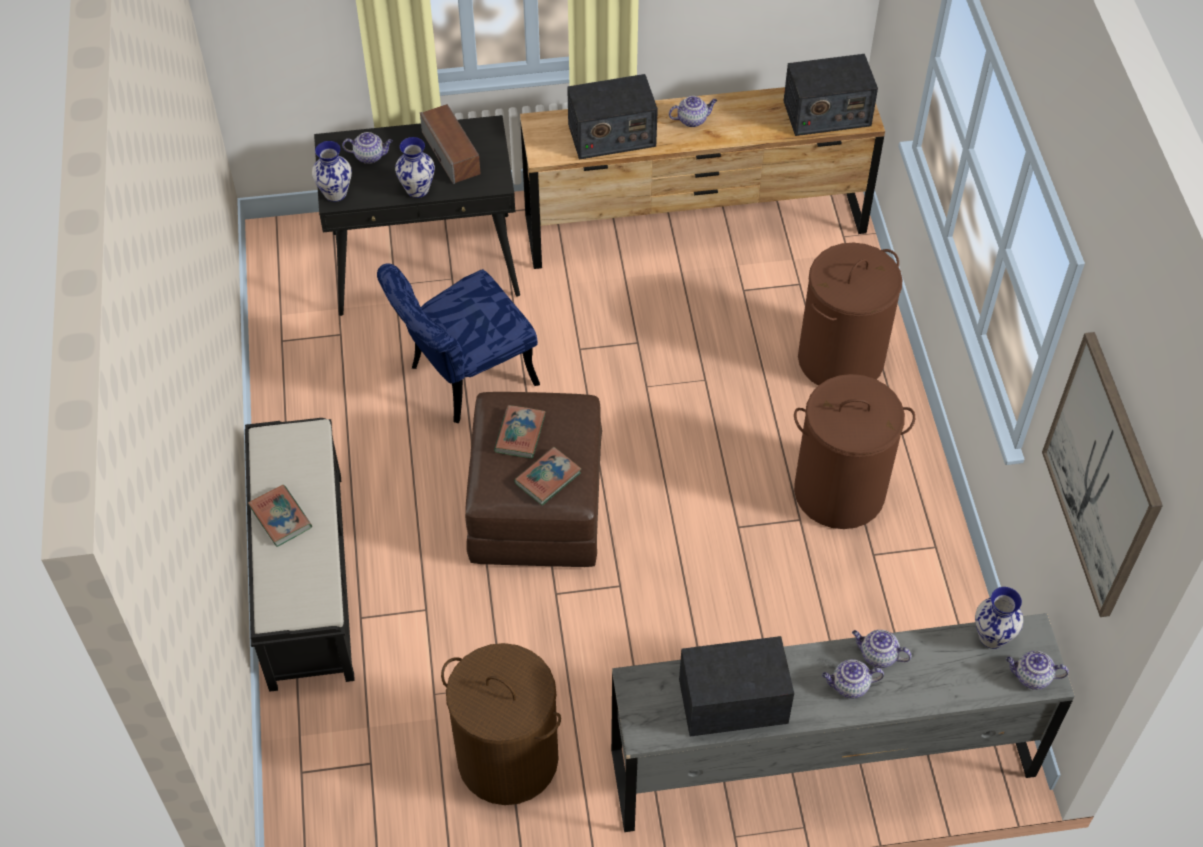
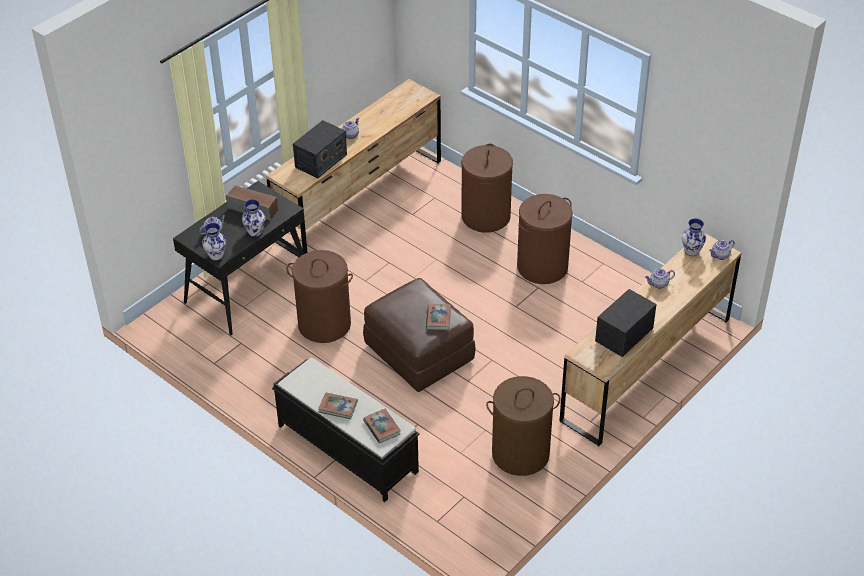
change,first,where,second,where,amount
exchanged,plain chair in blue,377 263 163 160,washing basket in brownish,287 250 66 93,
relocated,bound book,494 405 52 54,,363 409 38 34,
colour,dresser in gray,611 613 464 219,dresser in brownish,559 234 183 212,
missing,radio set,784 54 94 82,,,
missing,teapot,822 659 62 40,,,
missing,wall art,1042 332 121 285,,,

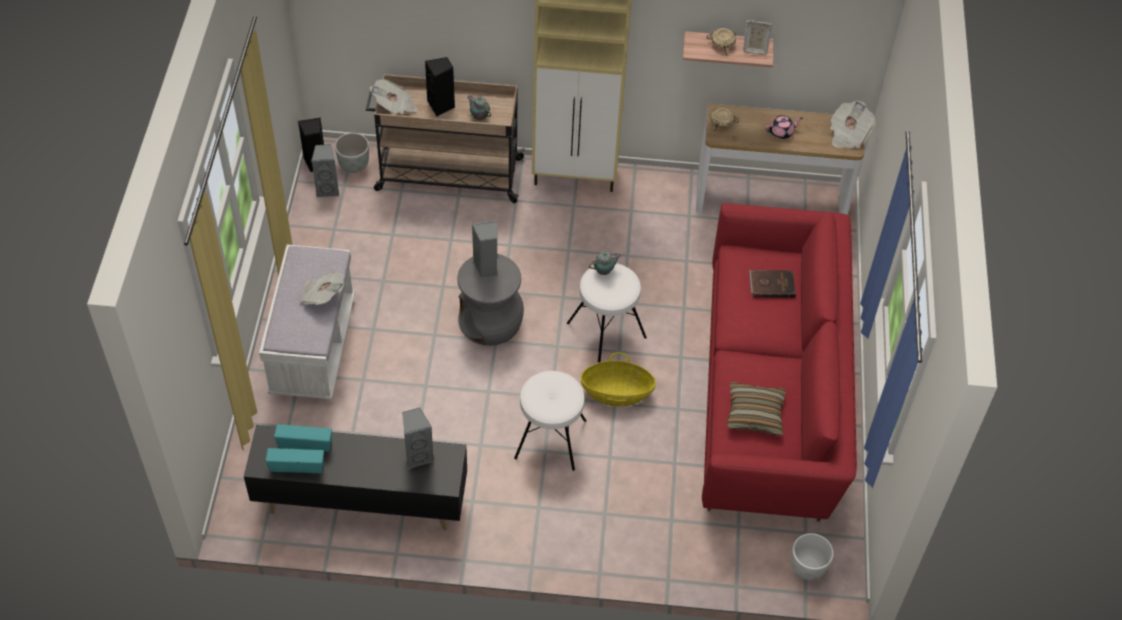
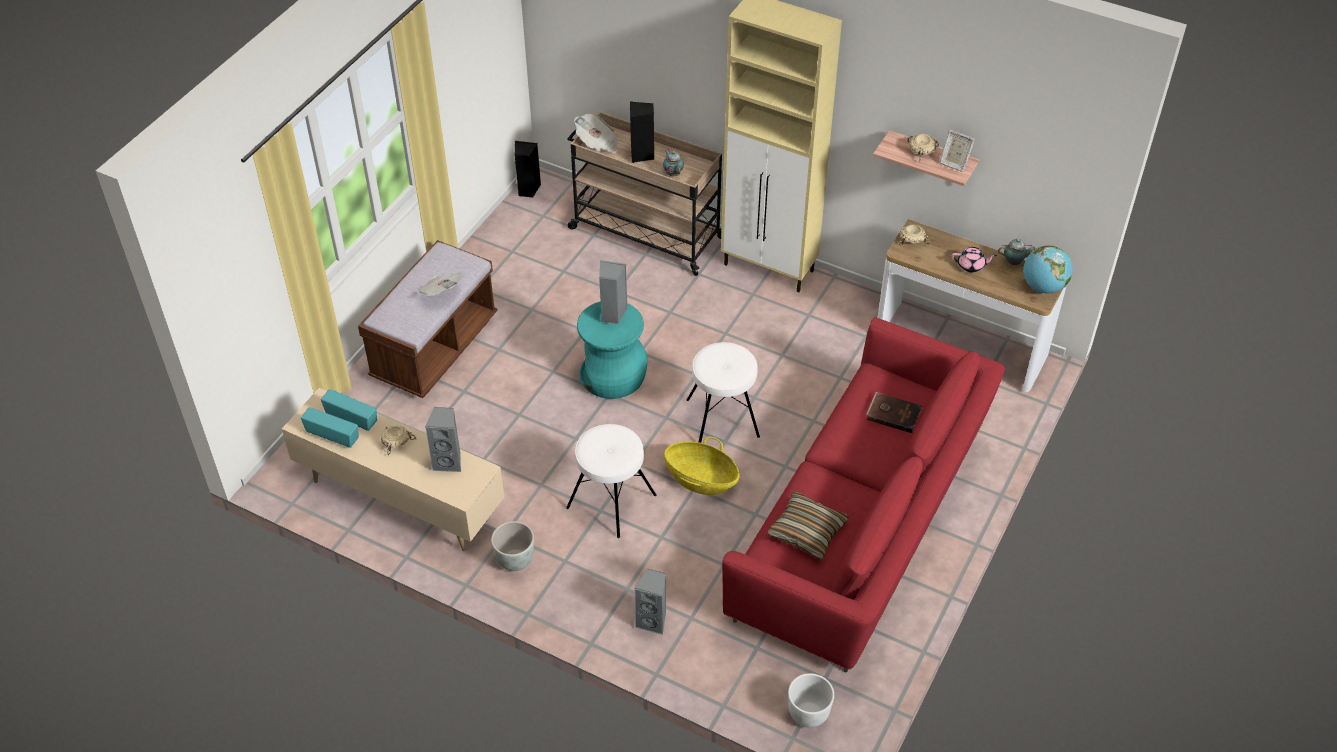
change,first,where,second,where,amount
colour,tv stand in blackish,244 425 223 105,tv stand in beige,282 388 222 163,
colour,bench in white-coloured,259 245 96 154,bench in brownish,358 240 139 158,
relocated,speaker in gray,311 144 28 54,,634 568 32 67,
relocated,planter in gray,335 133 34 40,,491 521 43 50,
colour,stool in gray,457 254 67 92,stool in blue-green,577 301 70 98,
relocated,teapot,589 251 33 24,,998 239 38 26,
exchanged,daily paper,830 101 45 48,globe,1023 245 49 48,
appeared,,,bowl in beige,381 425 36 31,

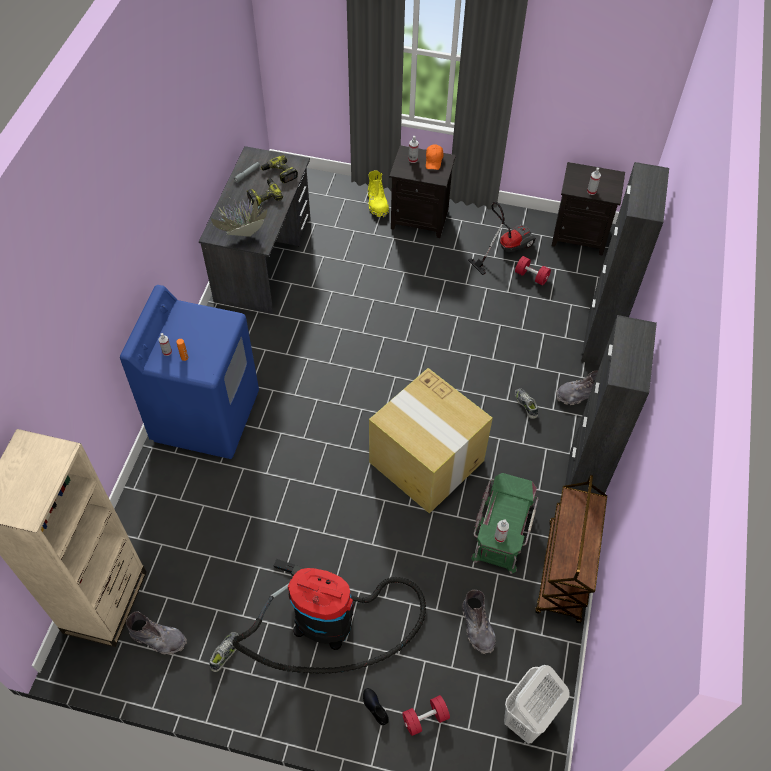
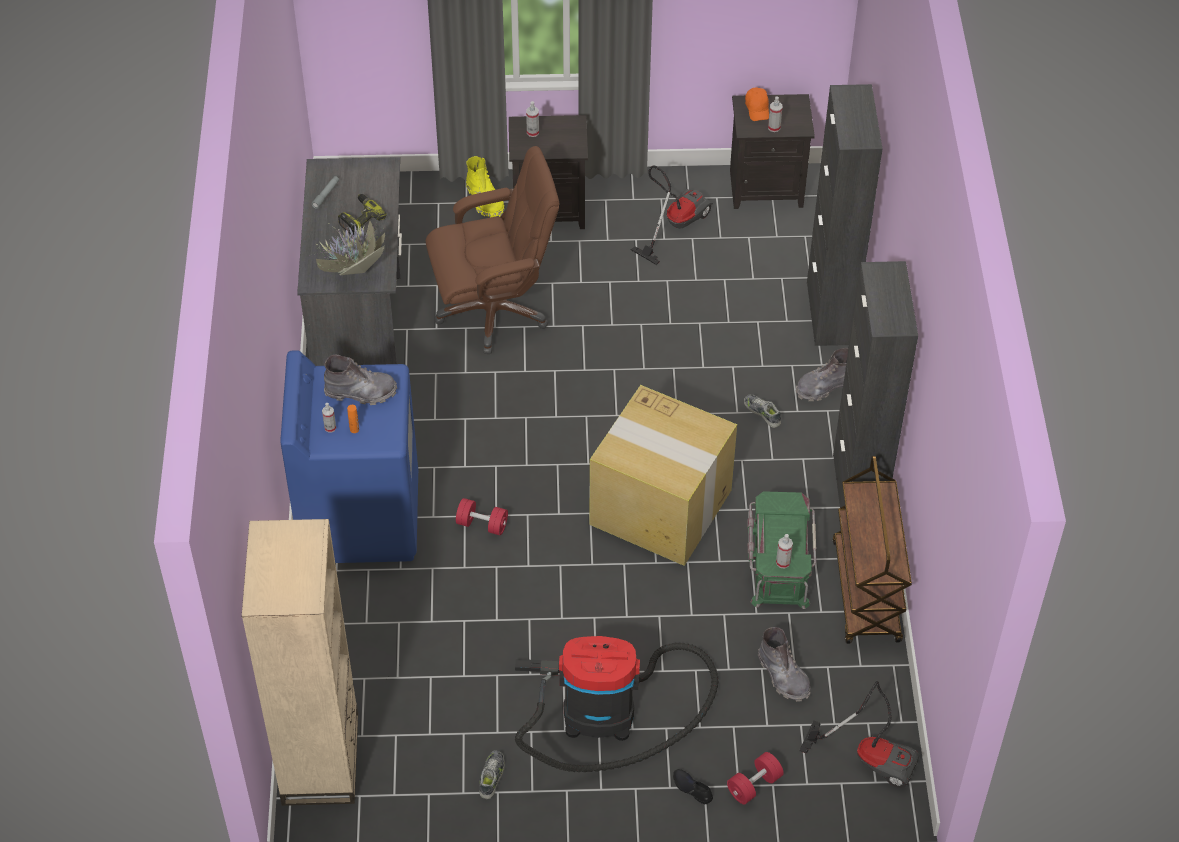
change,first,where,second,where,amount
relocated,high-top boot in gray,126 612 61 43,,324 355 73 50,
missing,drill,261 155 37 28,,,
relocated,cap in orange,426 144 17 26,,745 87 24 34,
exchanged,washing basket in white-coloured,504 665 66 79,vacuum cleaner,799 681 120 107,
relocated,hand weight in reddish,515 256 36 29,,456 498 52 37,
appeared,,,desk chair in brownish,426 146 133 208,

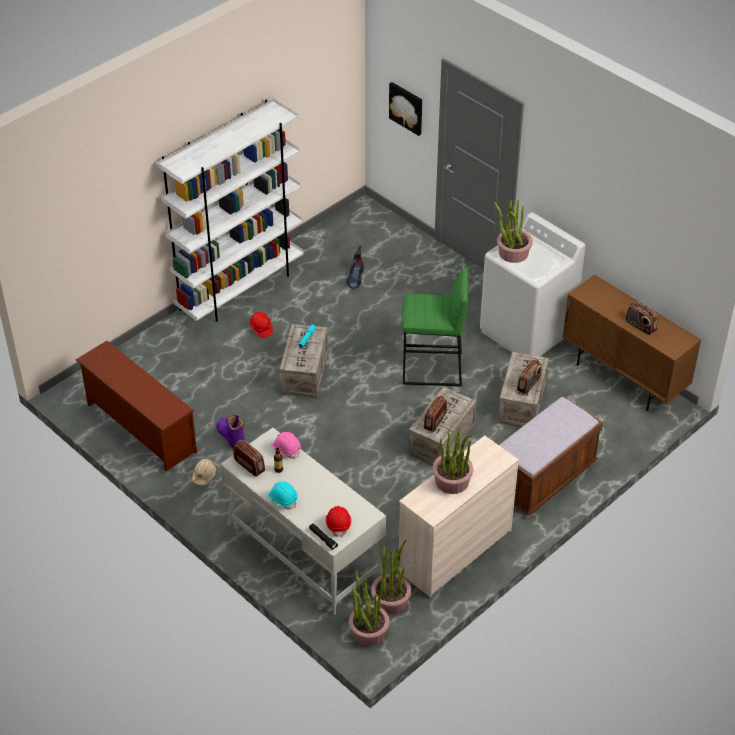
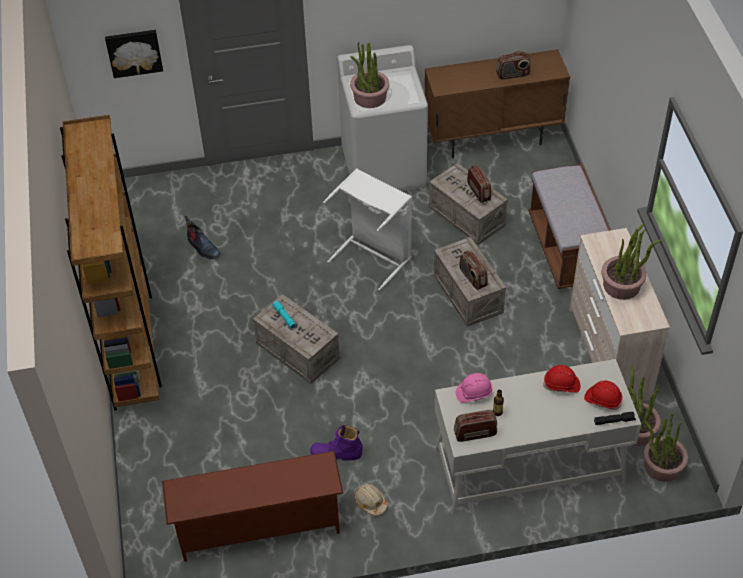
change,first,where,second,where,amount
colour,bookcase in white-coloured,157 98 147 224,bookcase in brownish,60 115 102 296,
relocated,safety helmet in reddish,249 312 24 26,,543 365 37 28,
missing,safety helmet in blue-green,268 482 30 28,,,
exchanged,stool in greenish,402 268 66 118,washing basket in white-coloured,323 168 89 122,

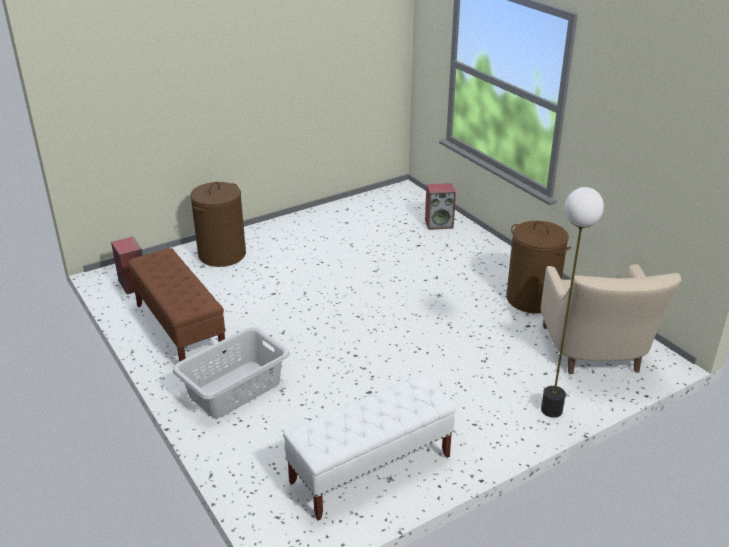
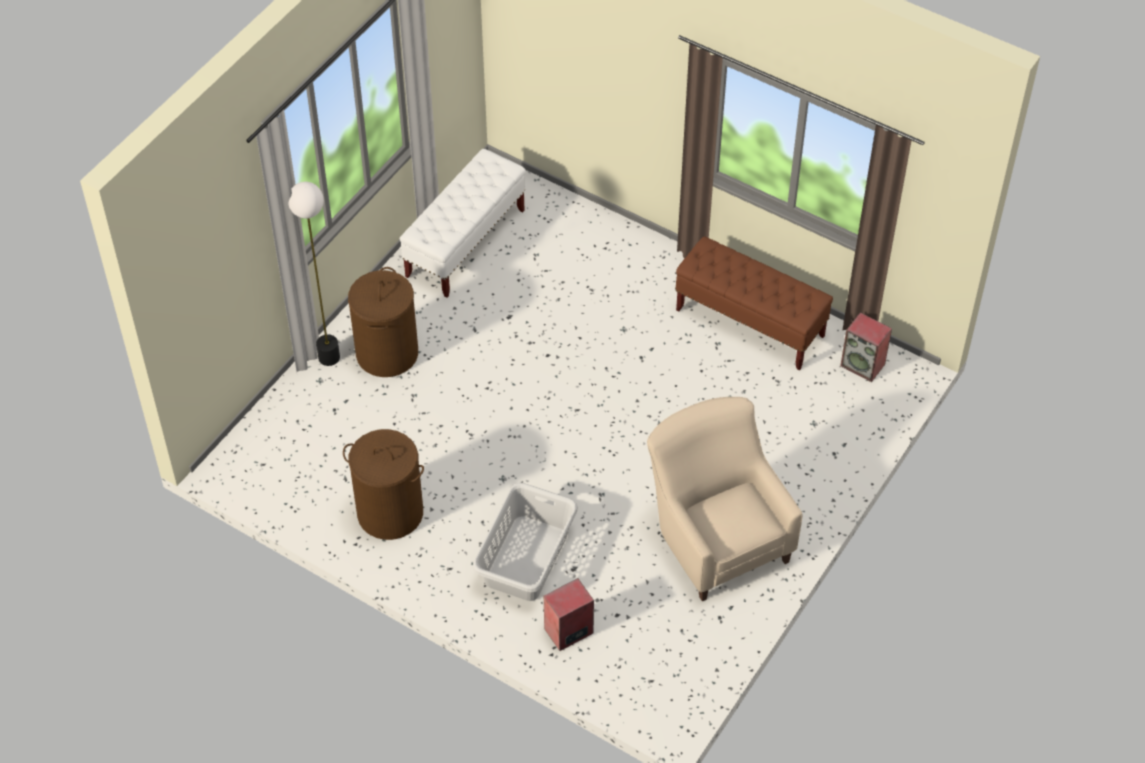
change,first,where,second,where,amount
relocated,washing basket in gray,173 327 117 91,,472 483 106 118,
relocated,washing basket in brownish,190 182 56 85,,348 267 70 110,
relocated,armchair in beige,541 264 141 110,,647 397 156 204,

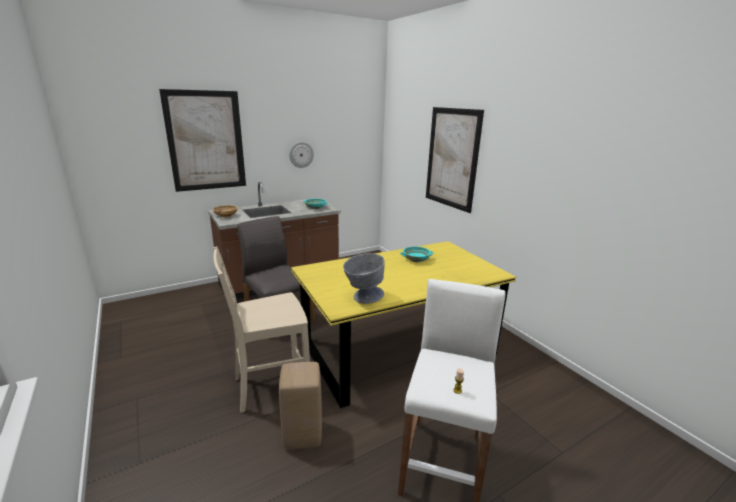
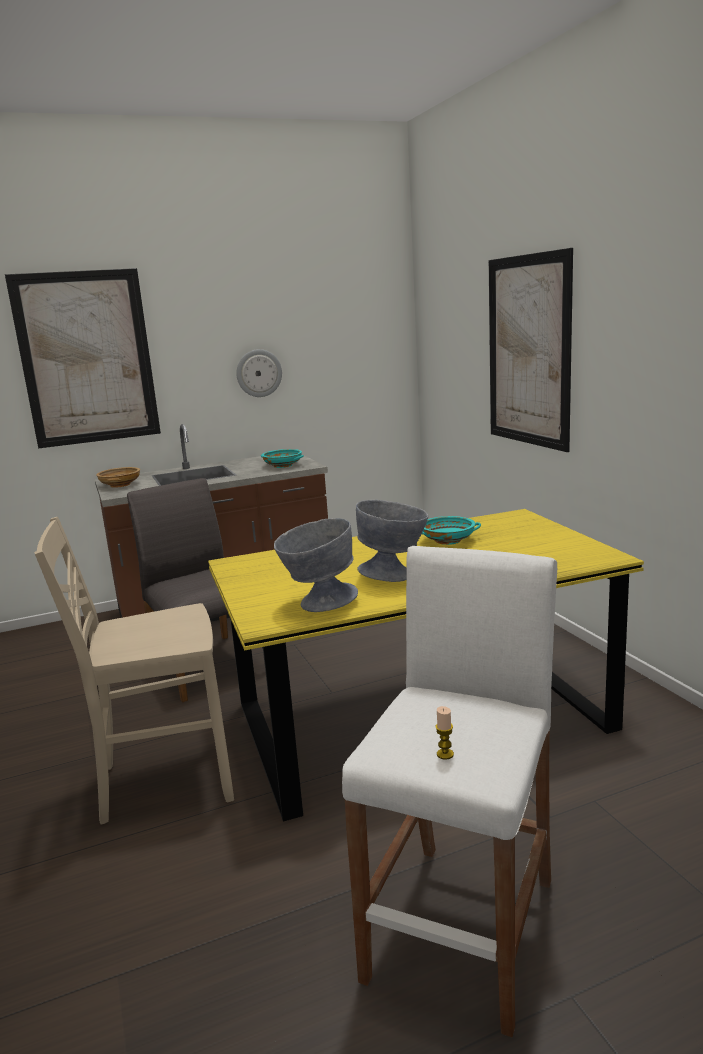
change,first,where,second,where,amount
missing,stool in beige,279 362 43 87,,,
appeared,,,bowl in gray,356 500 72 82,

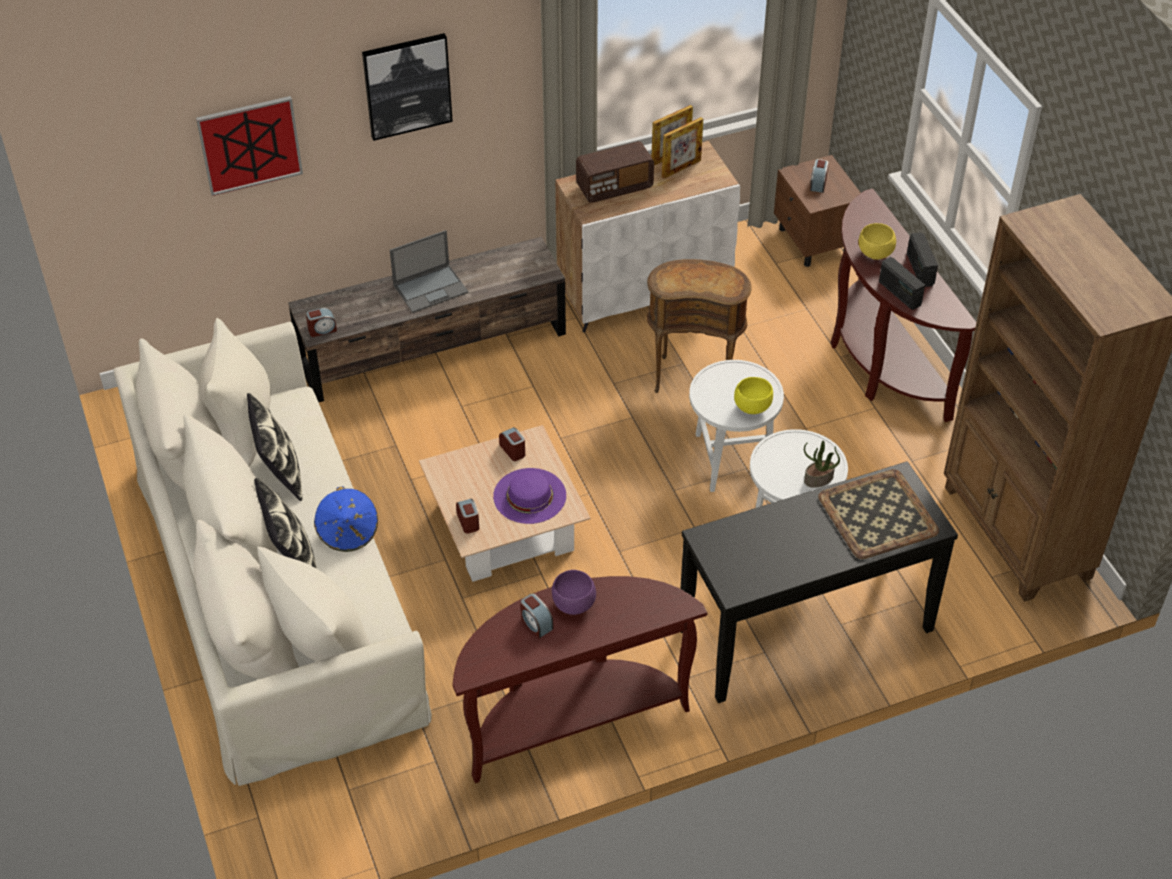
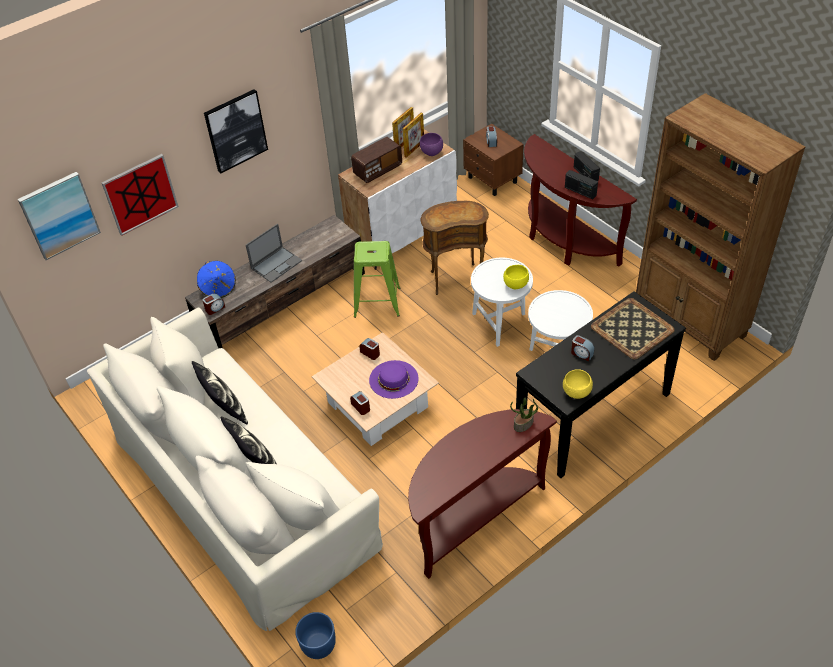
change,first,where,second,where,amount
relocated,clothing hat in blue,314 486 64 66,,197 261 39 37,
relocated,alarm clock,521 594 32 44,,571 335 24 26,
relocated,bowl in purplish,552 570 44 45,,420 133 23 23,
relocated,houseplant,804 441 36 47,,510 397 28 35,
relocated,bowl in yellow,858 223 38 37,,563 369 30 30,
appeared,,,wall art,18 172 83 88,
appeared,,,planter in blue,295 612 41 47,
appeared,,,stool in greenish,354 241 46 77,

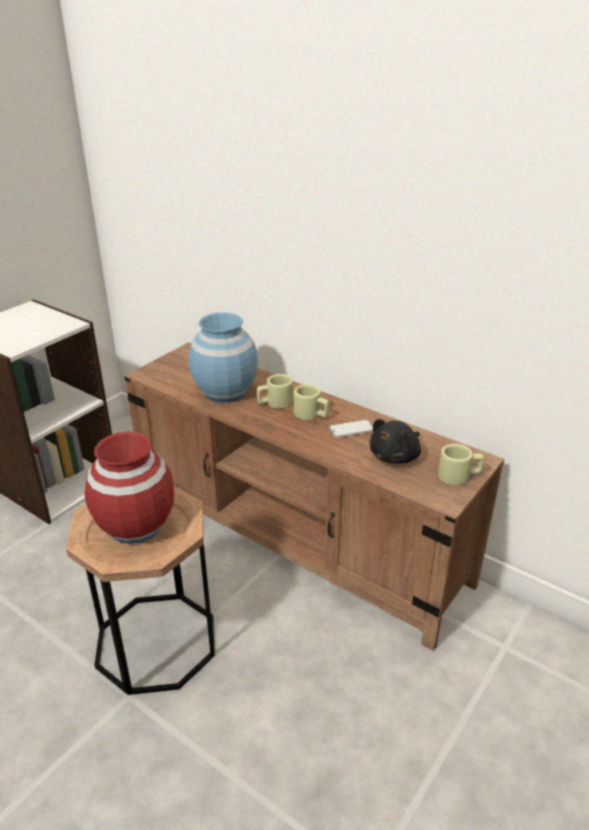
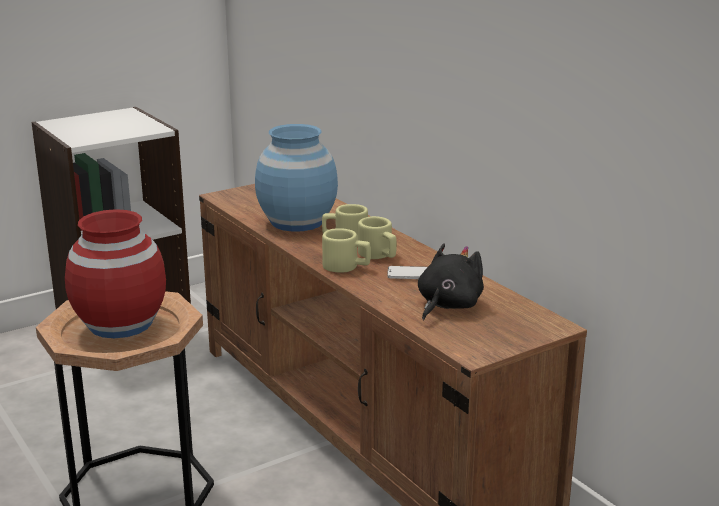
change,first,where,second,where,amount
spun,cuddly toy in blackish,370 419 51 45,,418 243 66 78,150 degrees clockwise
relocated,tea mug in beige,438 444 46 41,,322 228 49 45,

